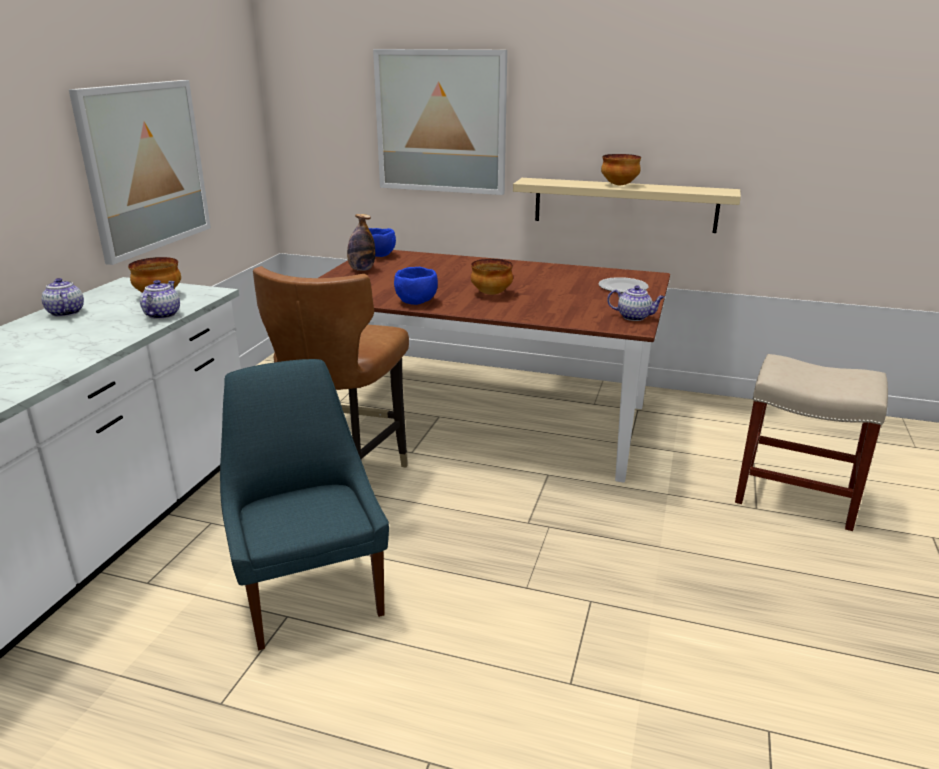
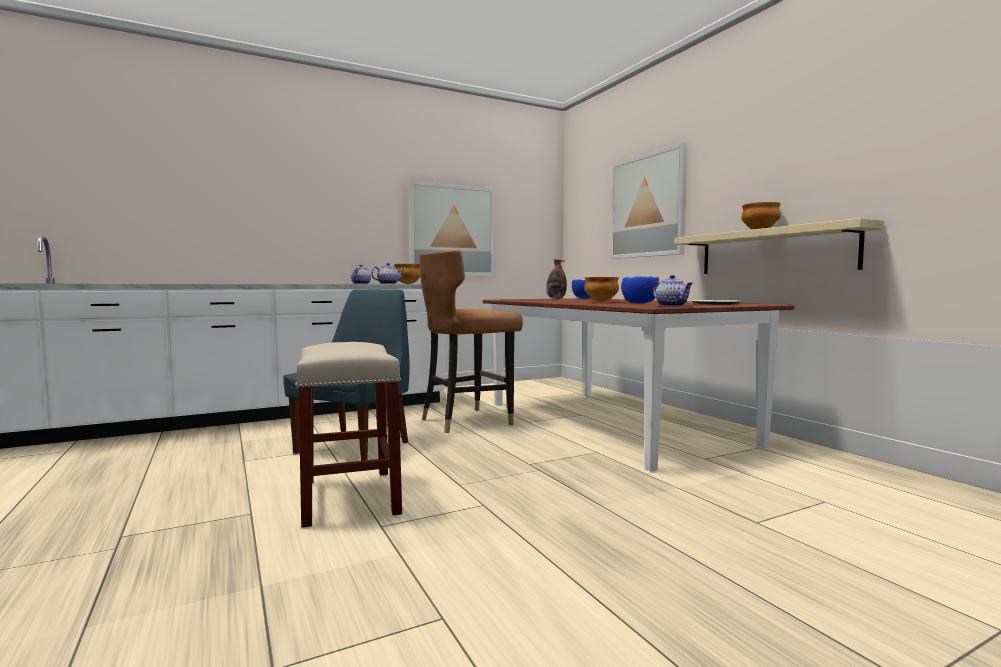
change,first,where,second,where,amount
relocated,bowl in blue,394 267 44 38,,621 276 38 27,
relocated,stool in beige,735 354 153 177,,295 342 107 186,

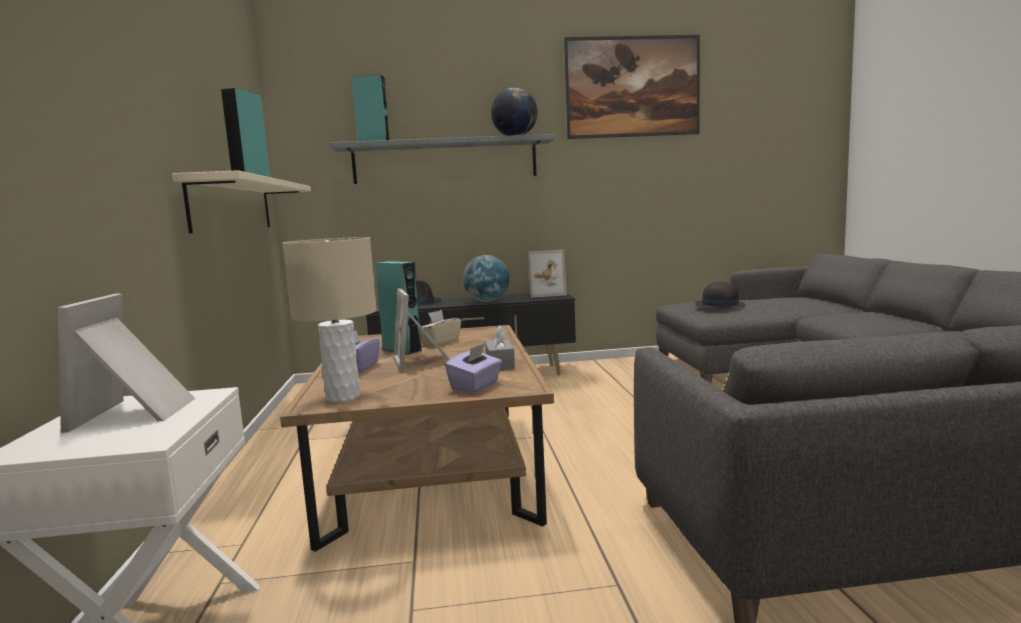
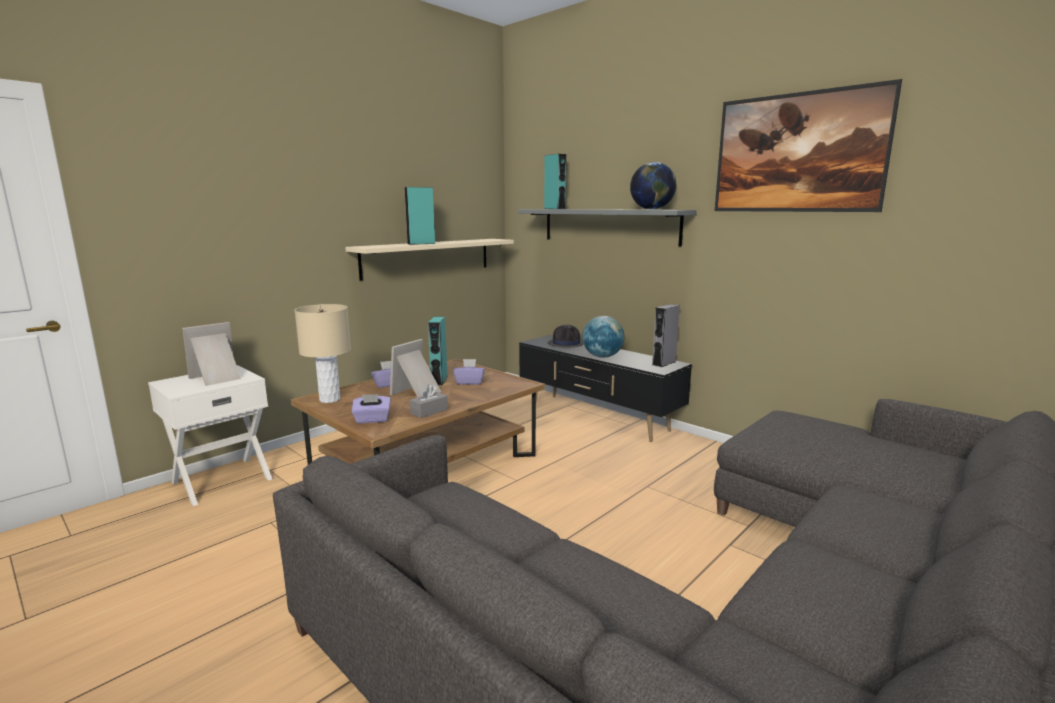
change,first,where,second,where,amount
colour,box of tissues in beige,420 310 41 36,box of tissues in purplish,453 359 32 26,
exchanged,photo frame,528 249 39 49,speaker in gray,652 304 28 63,
missing,clothing hat in blackish,695 282 51 26,,,

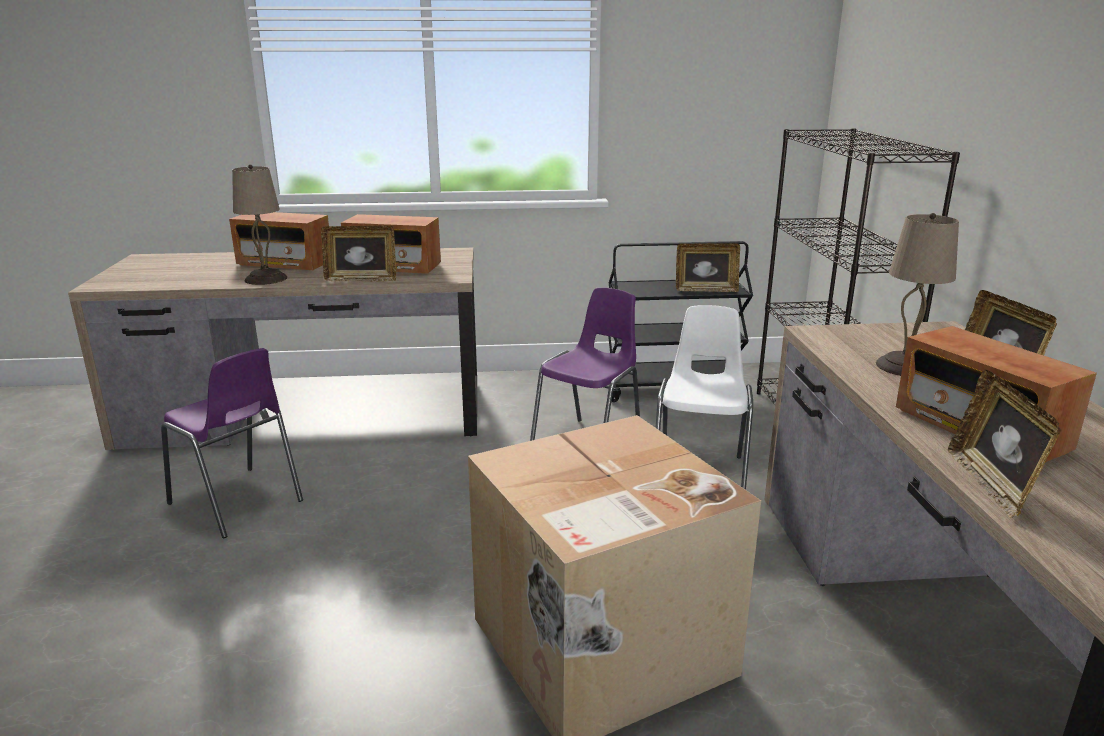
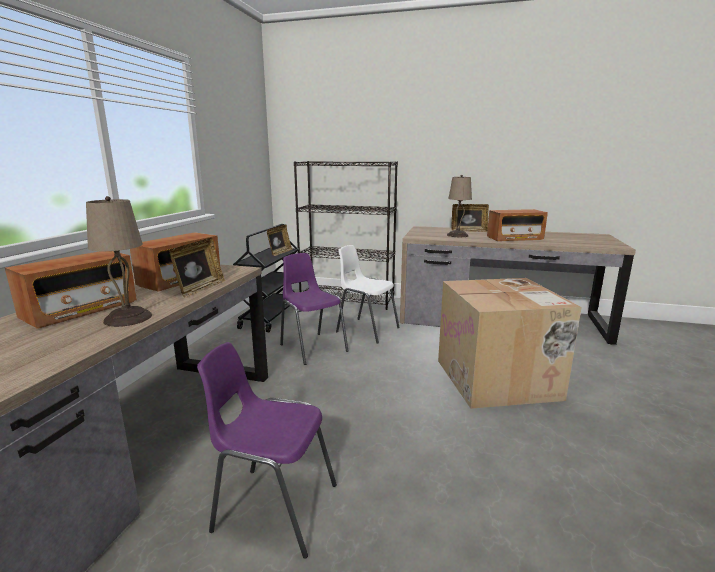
change,first,where,second,where,amount
spun,plain chair in purplish,161 348 142 190,,197 342 140 217,135 degrees counterclockwise
missing,photo frame,948 370 113 148,,,

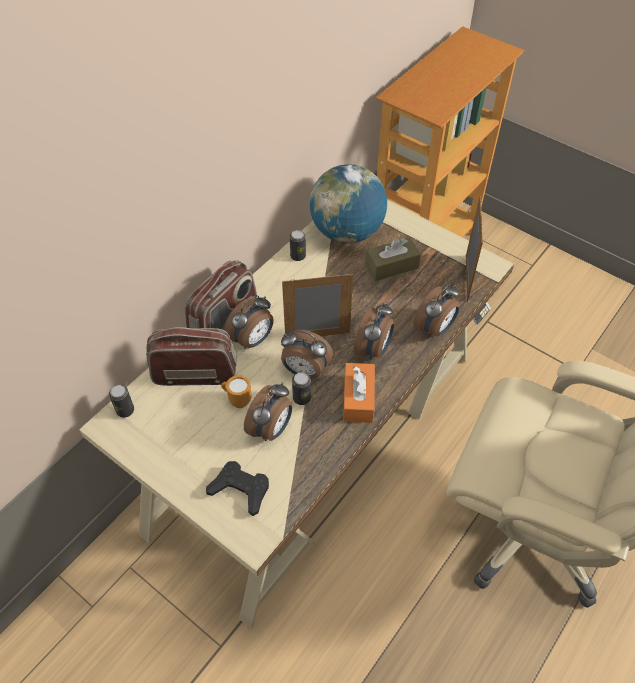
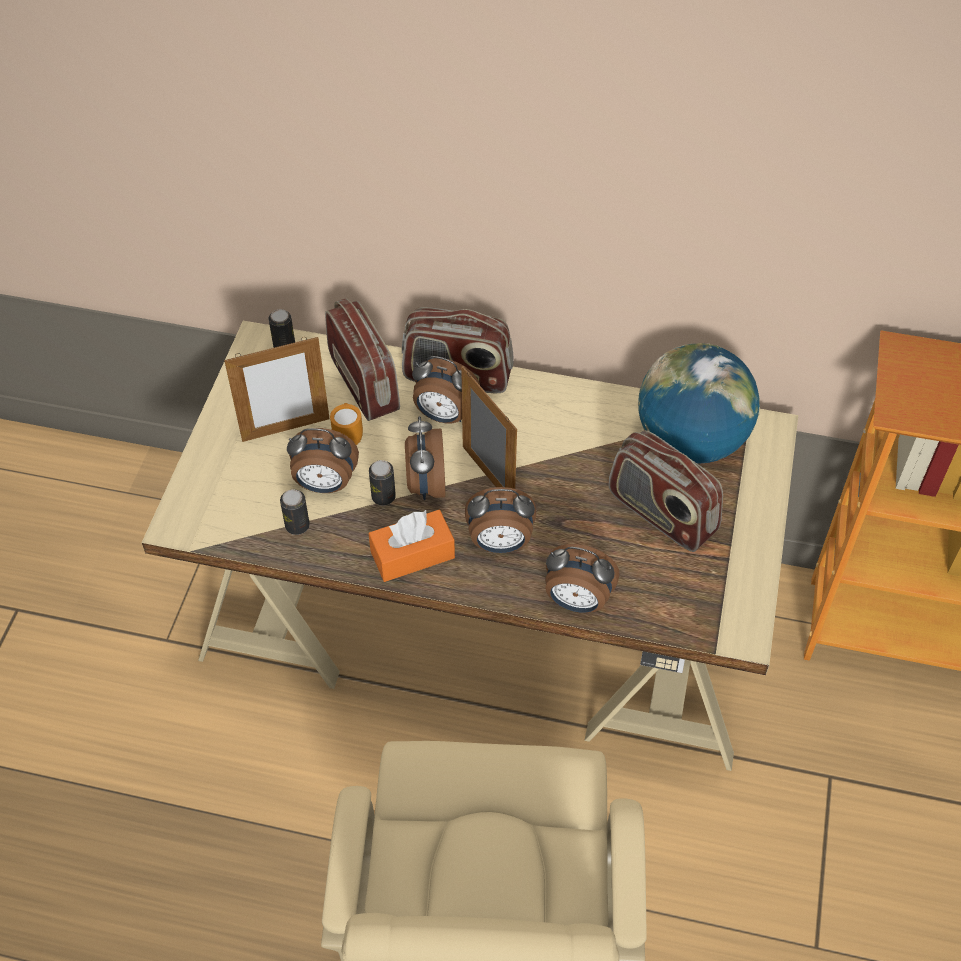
change,first,where,second,where,amount
missing,game controller in blackish,206 461 63 55,,,
relocated,can,290 230 16 31,,280 489 30 46,
exchanged,box of tissues in brownish,365 237 56 44,radio set,608 430 115 122,
relocated,photo frame,466 196 17 106,,224 337 106 105,

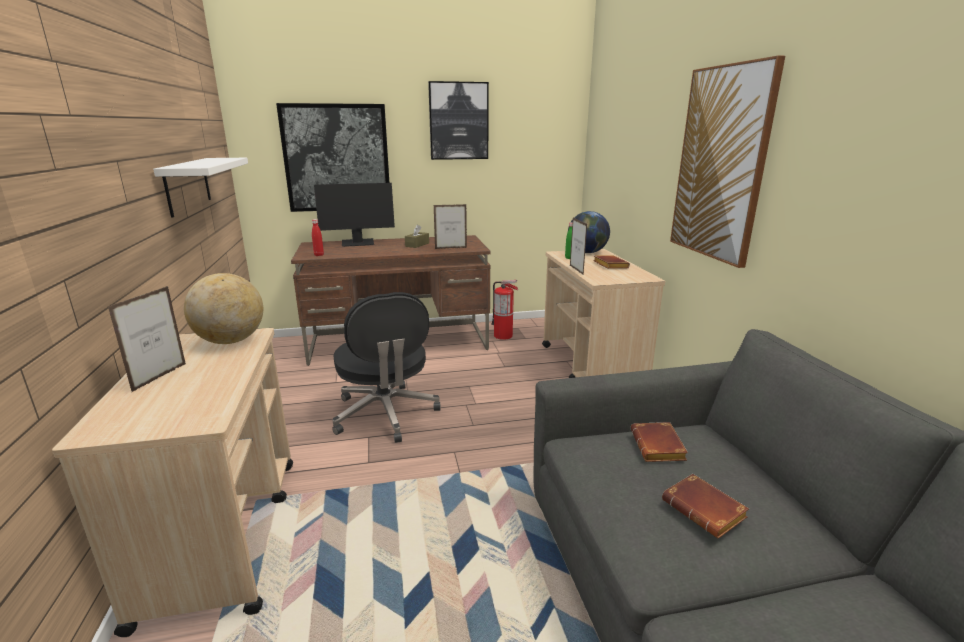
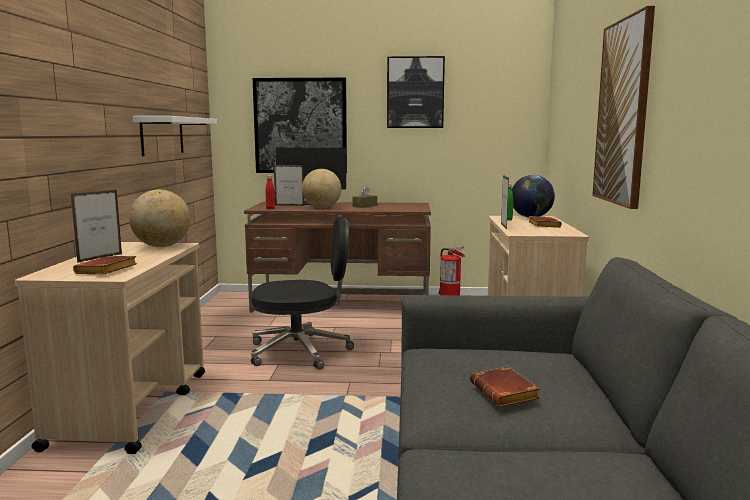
change,first,where,second,where,amount
spun,desk chair in blackish,332 292 109 151,,251 217 103 153,90 degrees counterclockwise
relocated,photo frame,434 204 33 45,,274 165 30 41,
relocated,bound book in brownish,631 422 57 40,,73 256 64 18,
appeared,,,globe,302 169 39 39,

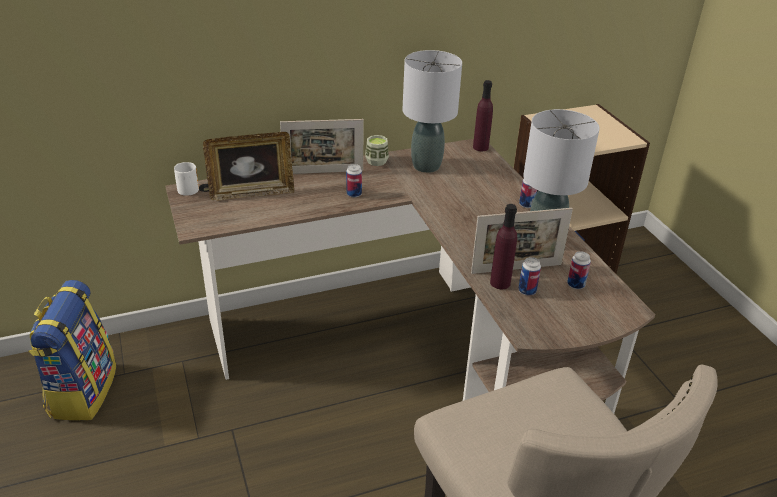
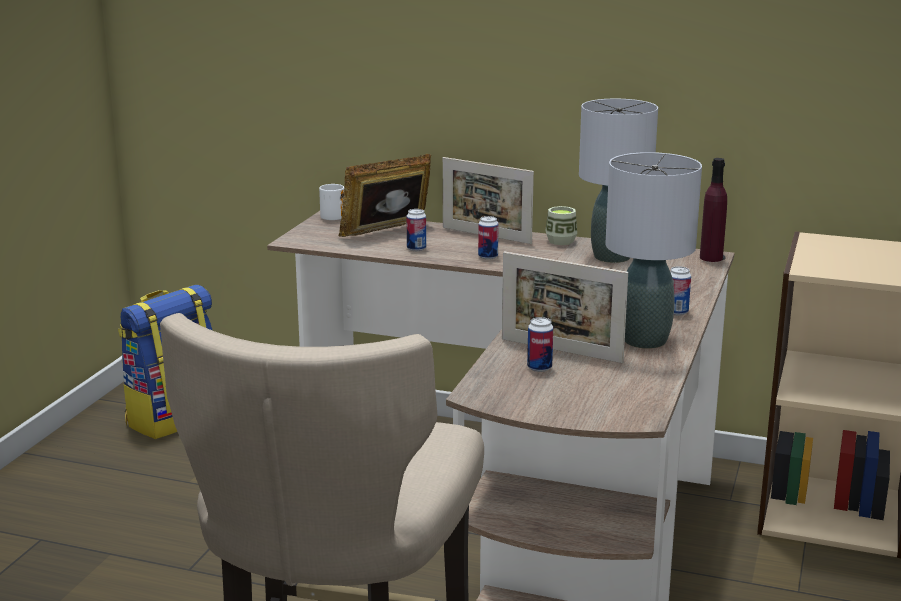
change,first,where,second,where,amount
spun,photo frame,203 132 91 68,,338 154 93 83,120 degrees clockwise
missing,drink bottle in purplish,490 204 27 85,,,
relocated,can,567 251 24 38,,406 209 20 42,

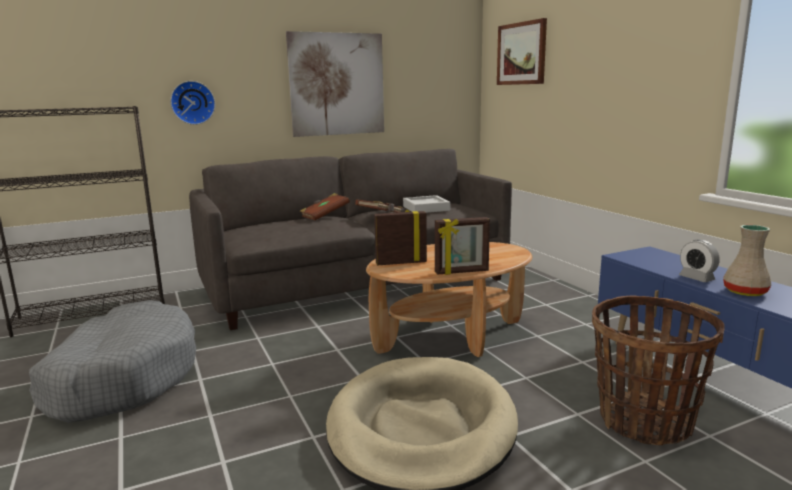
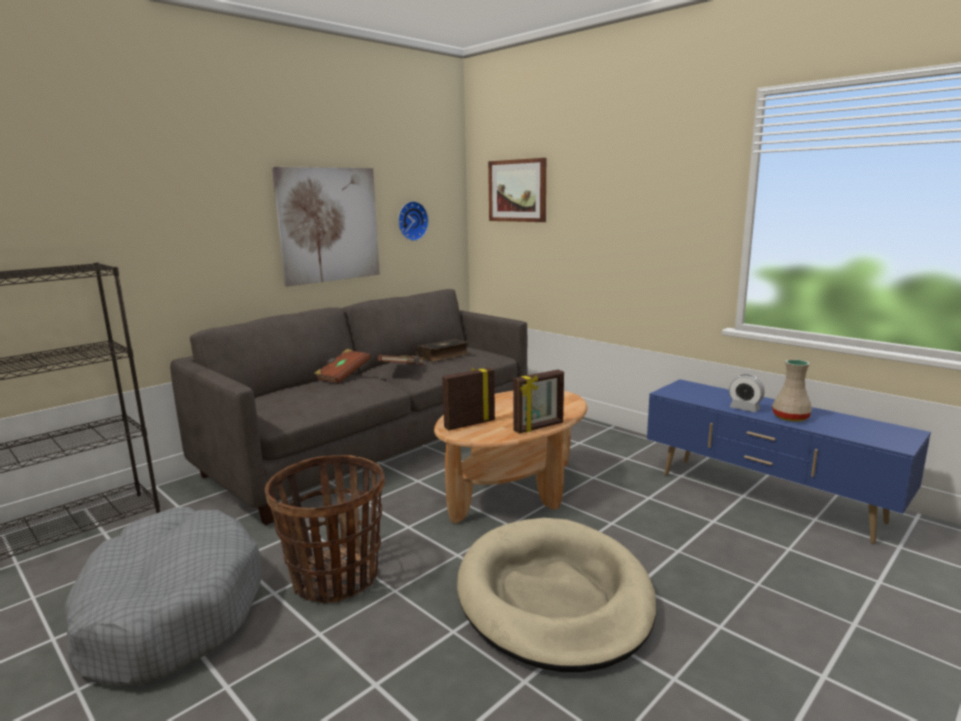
change,first,where,second,where,amount
relocated,hanging clock,170 81 45 44,,398 201 31 40,
exchanged,tray in gray,403 195 47 18,bound book,416 339 53 23,
relocated,basket,592 296 133 149,,265 455 120 148,

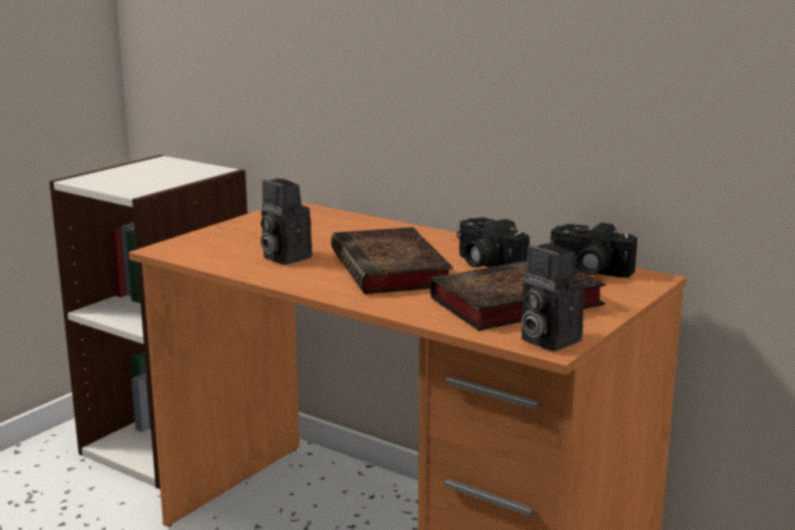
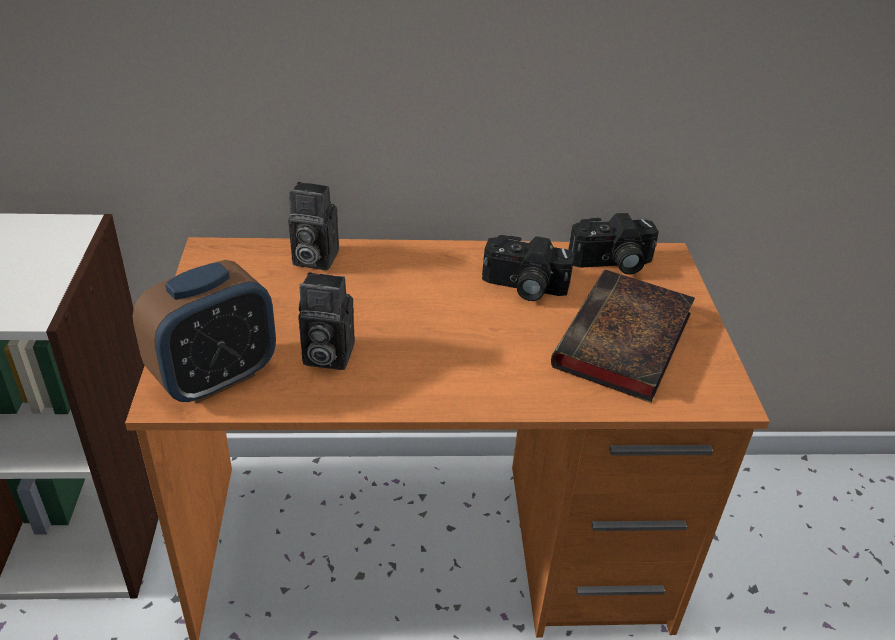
change,first,where,second,where,amount
missing,bound book,331 227 122 67,,,
relocated,still camera,522 244 62 107,,288 182 51 88,
appeared,,,alarm clock,133 260 143 144,

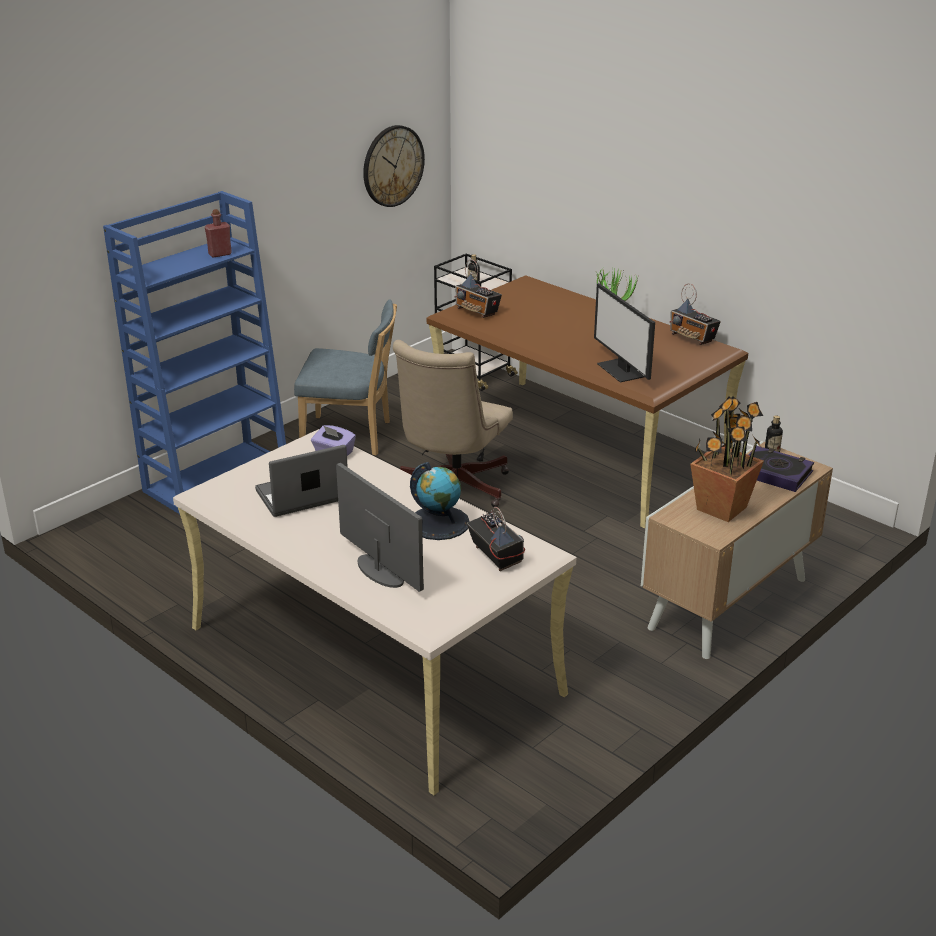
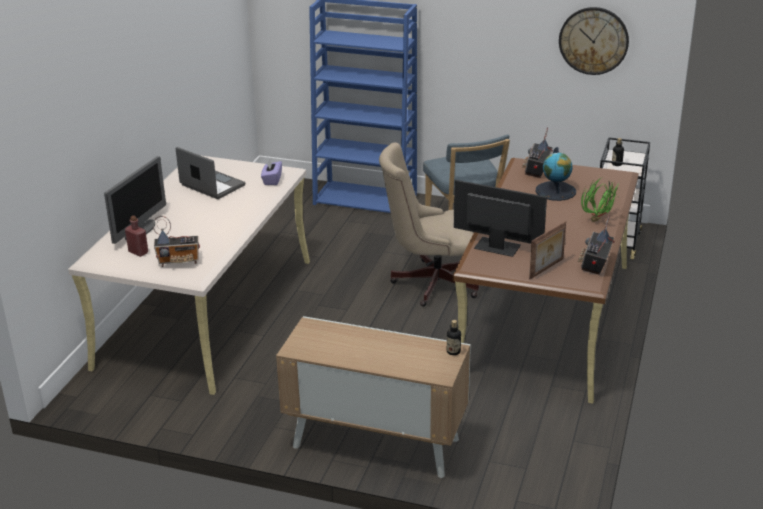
change,first,where,second,where,amount
relocated,drink bottle in reddish,205 209 27 49,,125 216 23 41,
relocated,globe,410 462 60 78,,536 147 40 54,
spun,radio set,467 507 58 64,,153 216 47 51,45 degrees clockwise
spun,monitor,594 283 61 100,,454 180 93 77,75 degrees clockwise
missing,houseplant,690 396 74 126,,,
missing,bound book,748 446 66 46,,,
appeared,,,photo frame,529 221 37 58,

